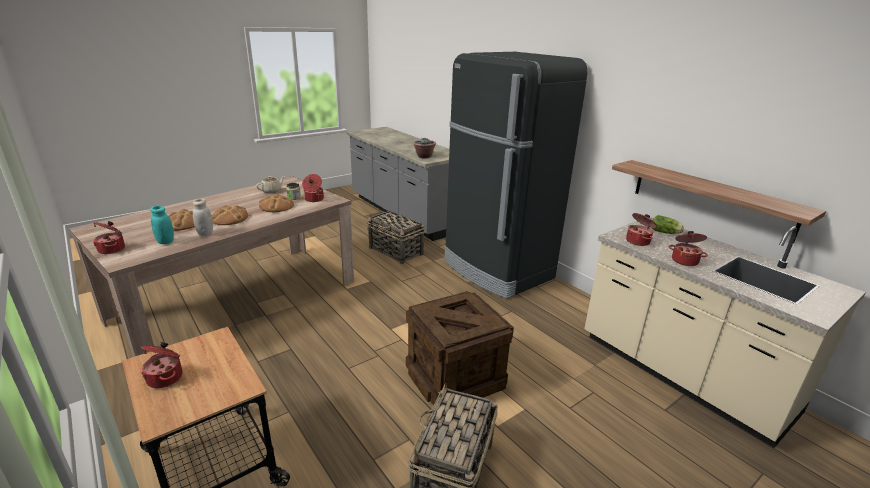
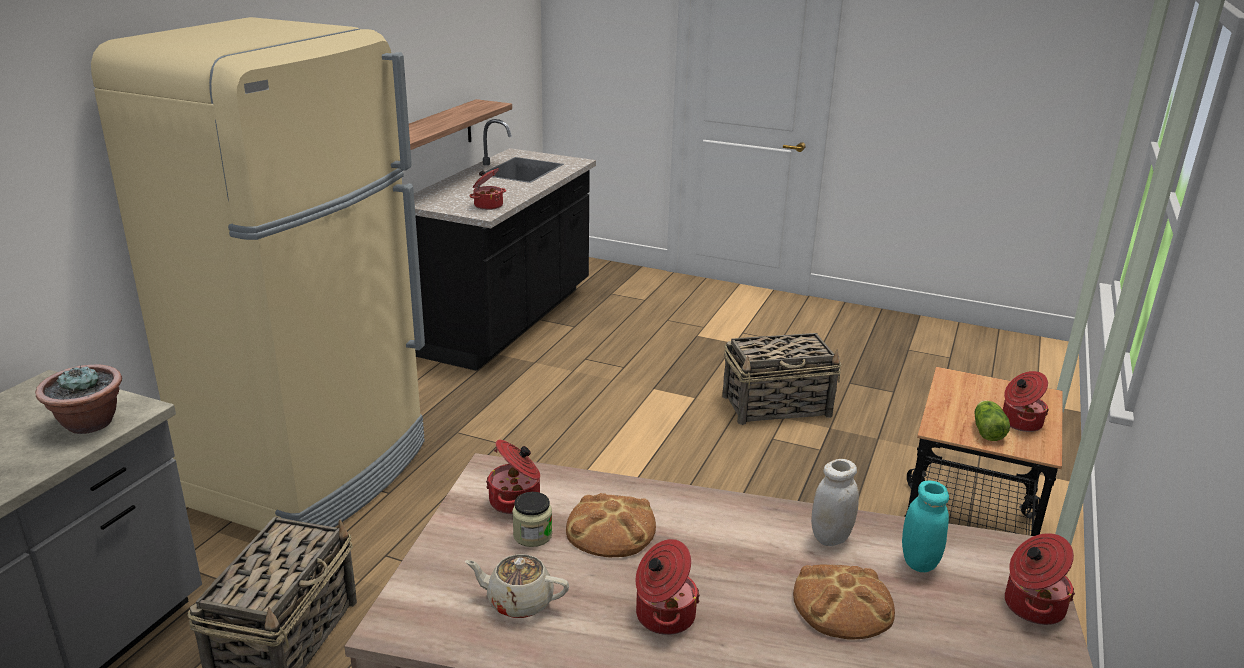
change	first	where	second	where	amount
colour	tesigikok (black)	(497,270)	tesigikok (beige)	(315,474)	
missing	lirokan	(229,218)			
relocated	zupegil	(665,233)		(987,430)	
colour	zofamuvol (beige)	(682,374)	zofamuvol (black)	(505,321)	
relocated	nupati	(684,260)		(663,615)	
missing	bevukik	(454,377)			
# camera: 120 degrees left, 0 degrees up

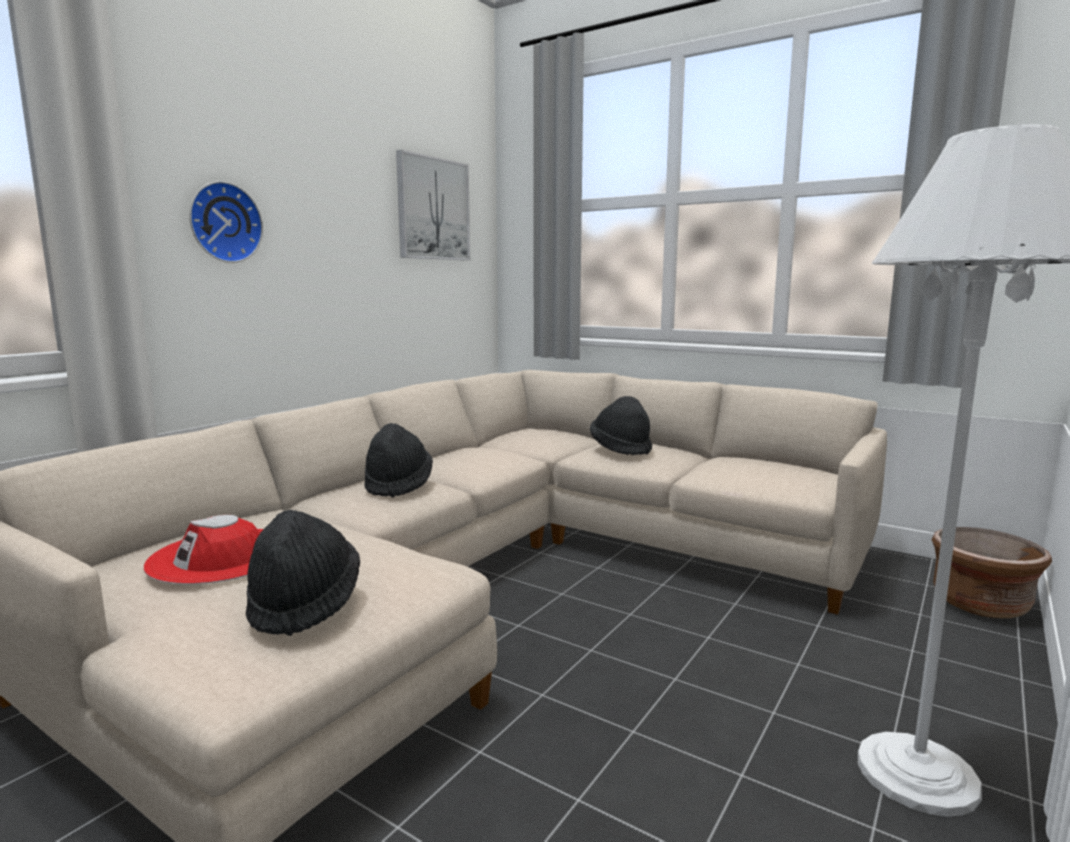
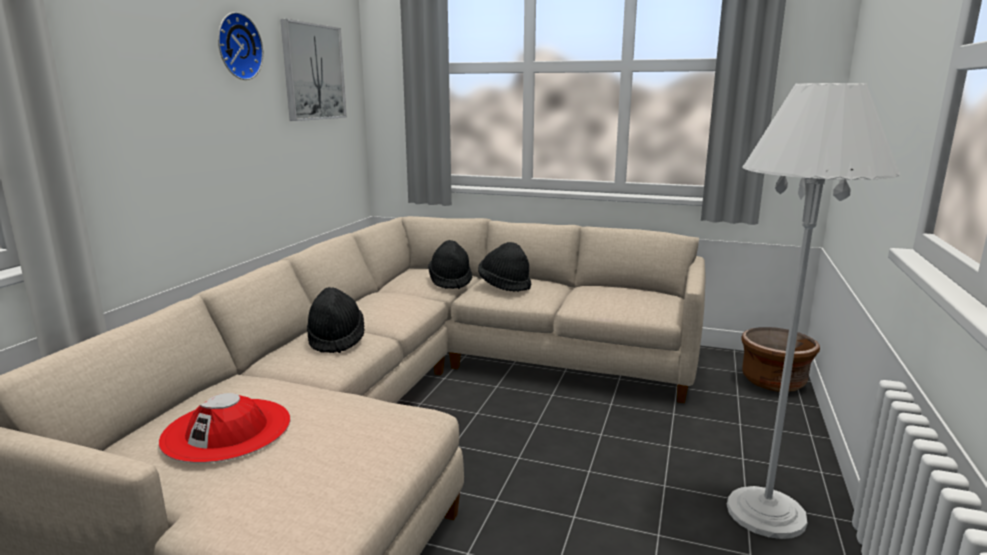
change	first	where	second	where	amount
relocated	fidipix	(223,223)		(237,46)	
relocated	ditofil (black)	(305,604)		(450,281)	
# camera: 15 degrees left, 5 degrees up

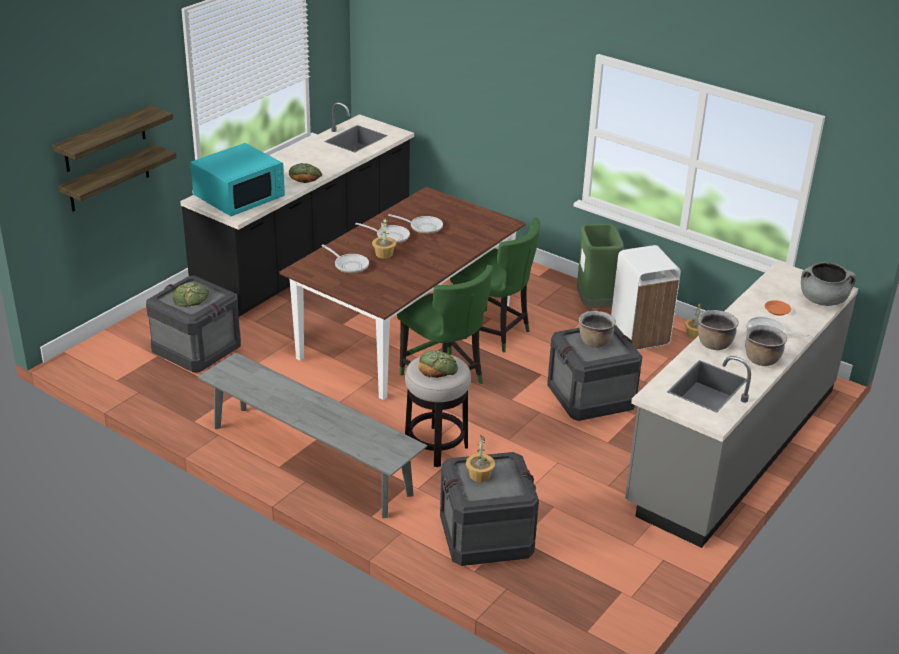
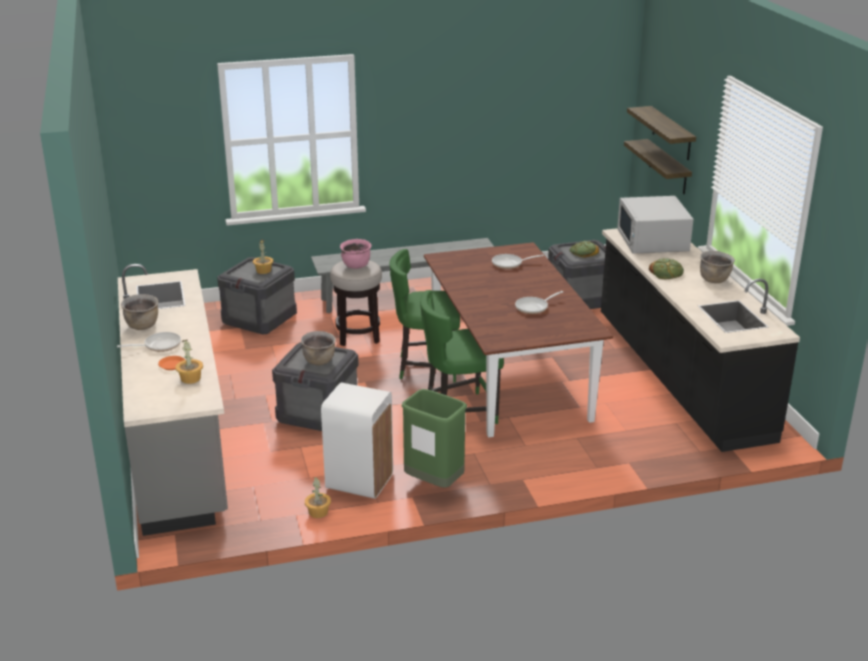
change	first	where	second	where	amount
colour	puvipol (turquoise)	(240,196)	puvipol (white)	(652,241)	
relocated	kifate	(384,254)		(190,379)	
missing	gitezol	(390,236)			
missing	nupati (grey)	(823,300)			
relocated	nupati (brown)	(714,344)		(714,280)	
exchanged	lirokan	(437,367)	nupati (pink)	(356,266)	
# camera: 130 degrees right, 5 degrees down

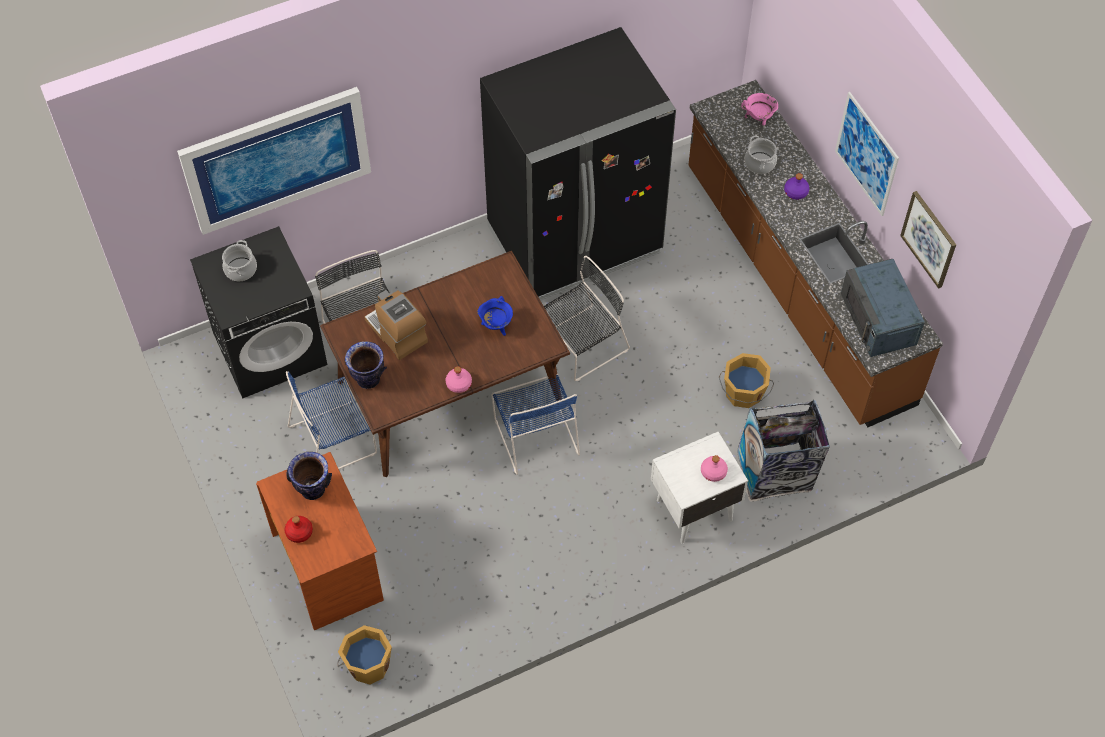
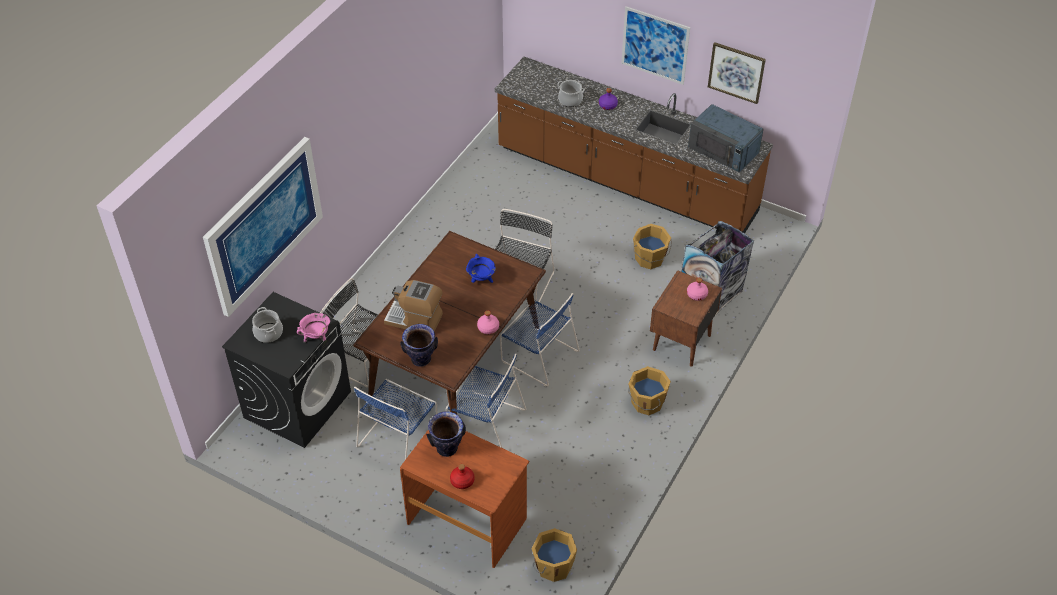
change	first	where	second	where	amount
missing	tesigikok (black)	(575,241)			
relocated	nupati (pink)	(758,119)		(316,337)	
colour	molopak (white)	(693,510)	molopak (brown)	(681,343)	
appeared			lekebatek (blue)	(485,421)	
appeared			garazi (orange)	(646,403)	
# camera: 35 degrees left, 10 degrees down

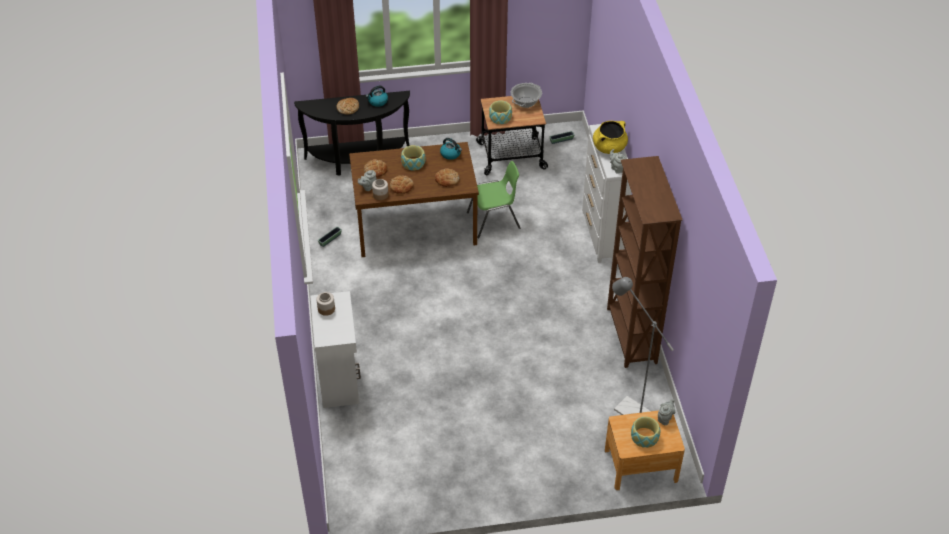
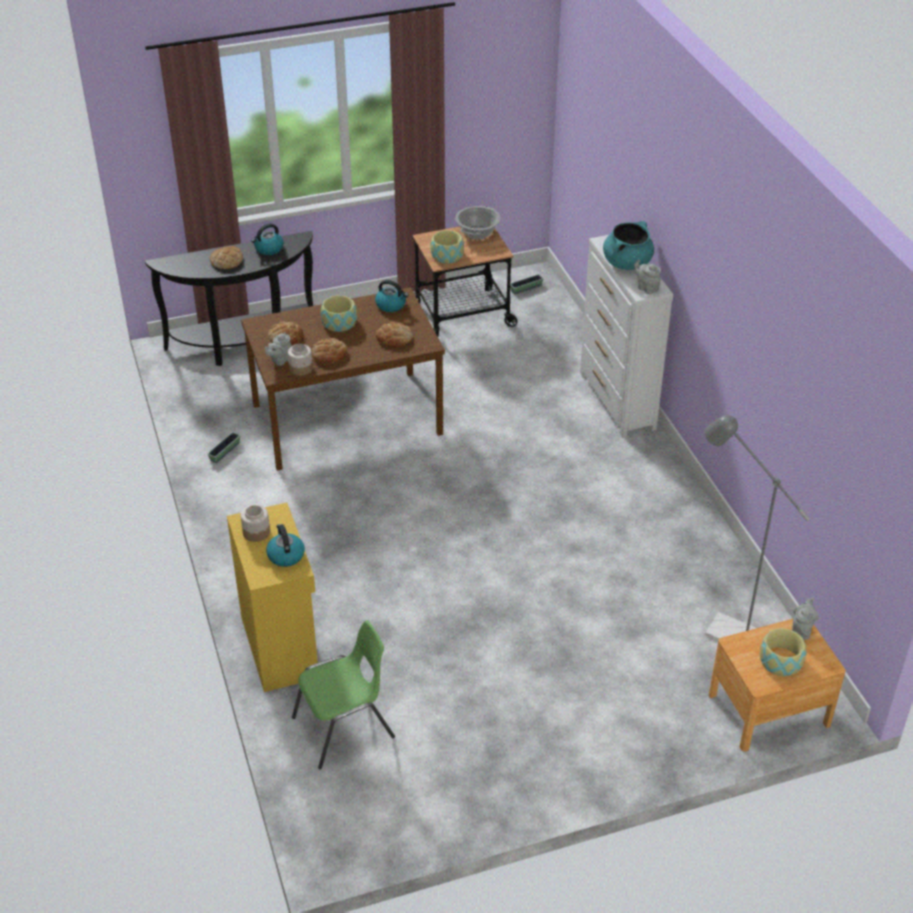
change	first	where	second	where	amount
colour	nupati (yellow)	(609,147)	nupati (turquoise)	(627,263)	
missing	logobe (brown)	(631,336)			
relocated	lekebatek (green)	(494,221)		(345,728)	
colour	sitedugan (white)	(340,379)	sitedugan (yellow)	(281,646)	
appeared			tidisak	(285,555)	
# camera: 10 degrees left, 5 degrees down

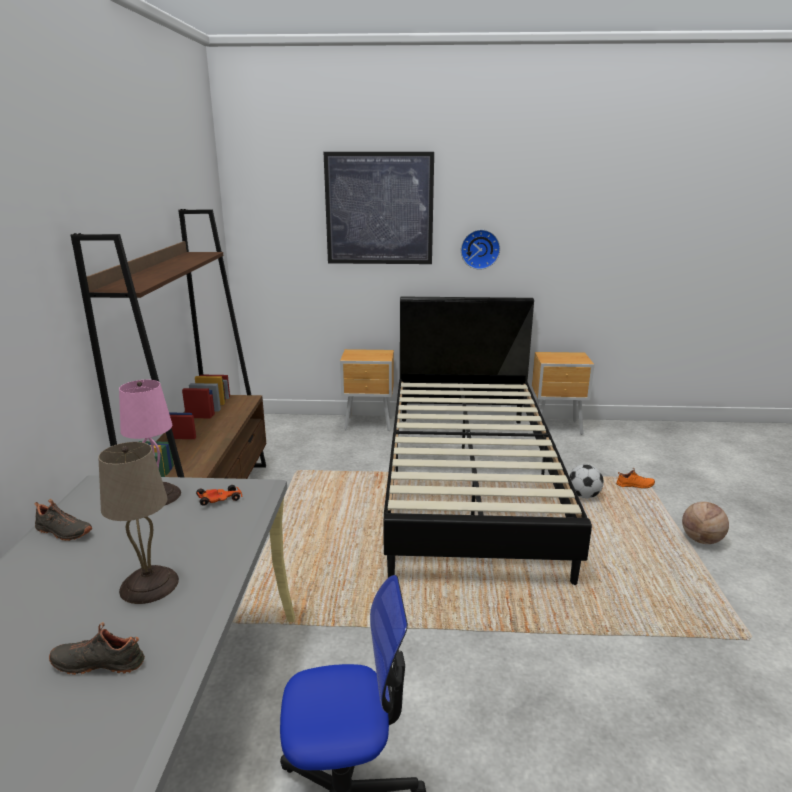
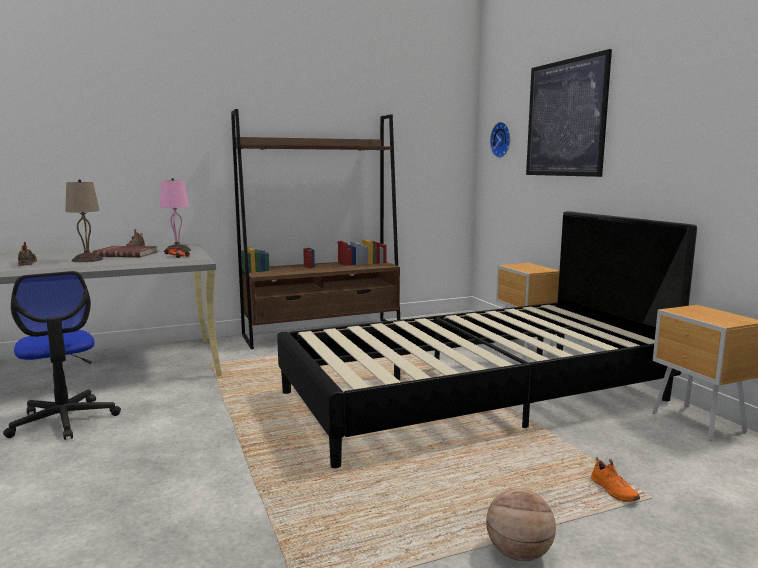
change	first	where	second	where	amount
relocated	fidipix	(480,249)		(502,140)	
missing	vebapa	(583,496)			
appeared			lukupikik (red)	(126,254)	
# camera: 65 degrees right, 10 degrees down

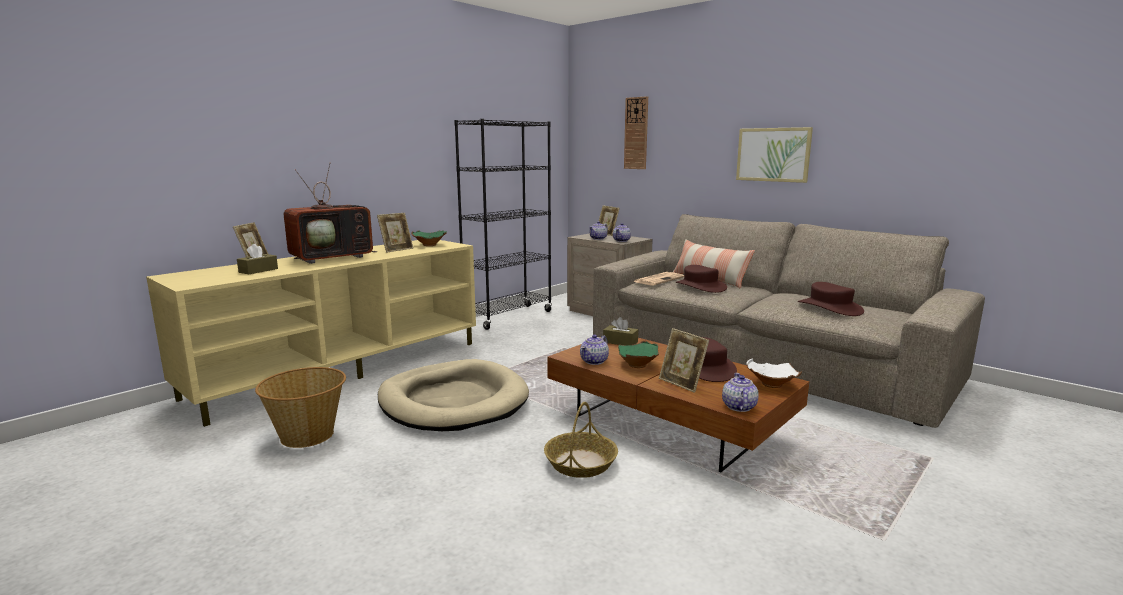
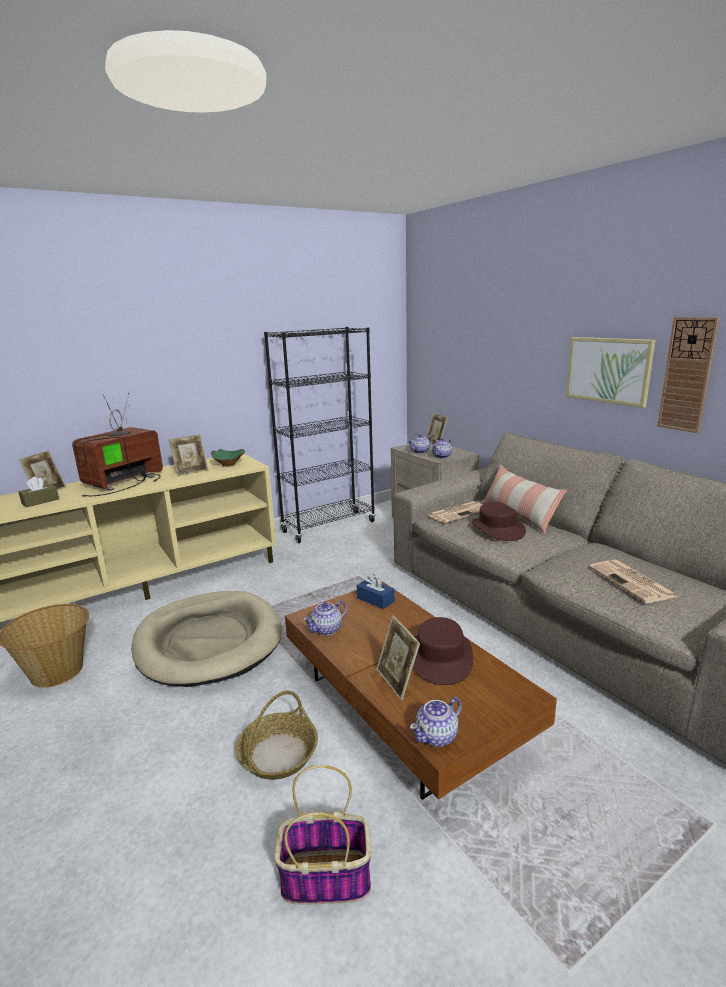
change	first	where	second	where	amount
relocated	fidipix	(636,133)		(687,375)	
spun	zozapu	(333,257)		(123,482)	150 degrees clockwise
exchanged	ditofil (brown)	(830,308)	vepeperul	(633,582)	
colour	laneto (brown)	(620,342)	laneto (blue)	(375,600)	
missing	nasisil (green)	(639,365)			
missing	nasisil (white)	(771,385)			
spun	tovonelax	(738,407)		(437,736)	150 degrees counterclockwise
appeared			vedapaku	(327,877)	
# camera: 15 degrees right, 5 degrees up

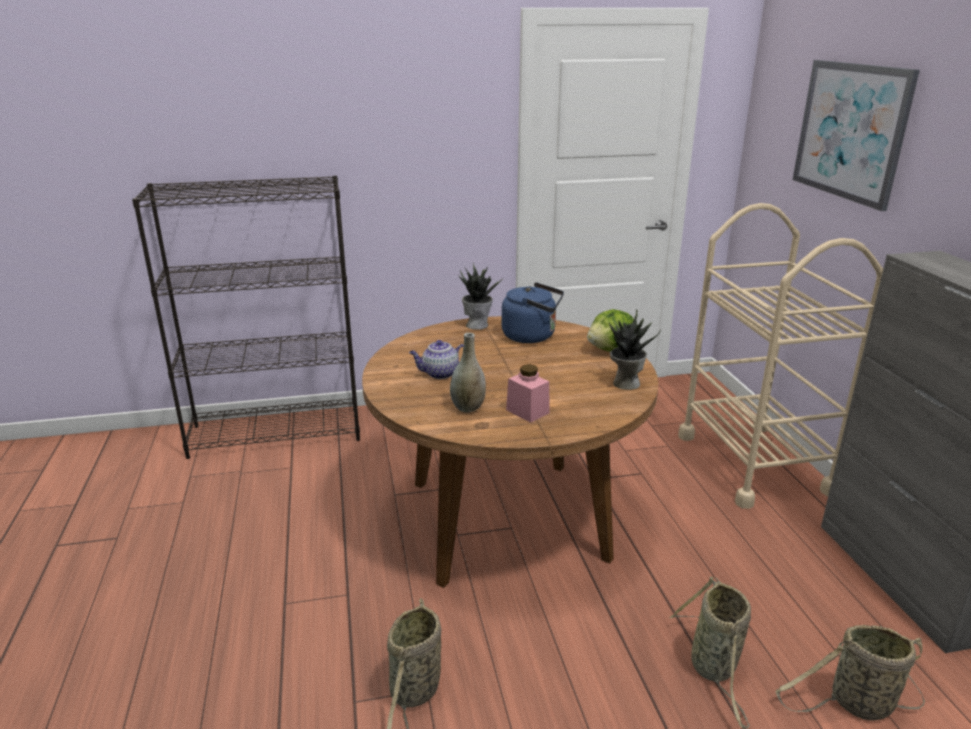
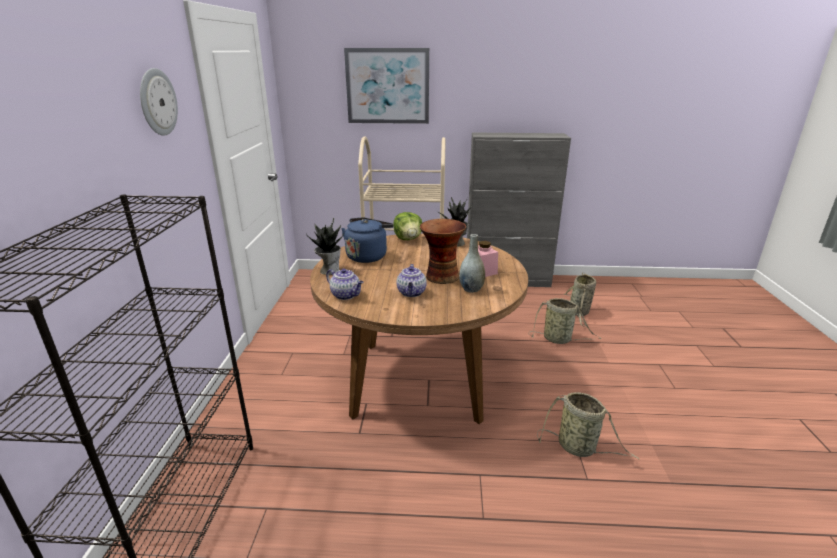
change	first	where	second	where	amount
appeared			fidipix	(157,102)	
appeared			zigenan	(441,276)	
appeared			tovonelax	(346,295)	
# camera: 75 degrees left, 0 degrees up

